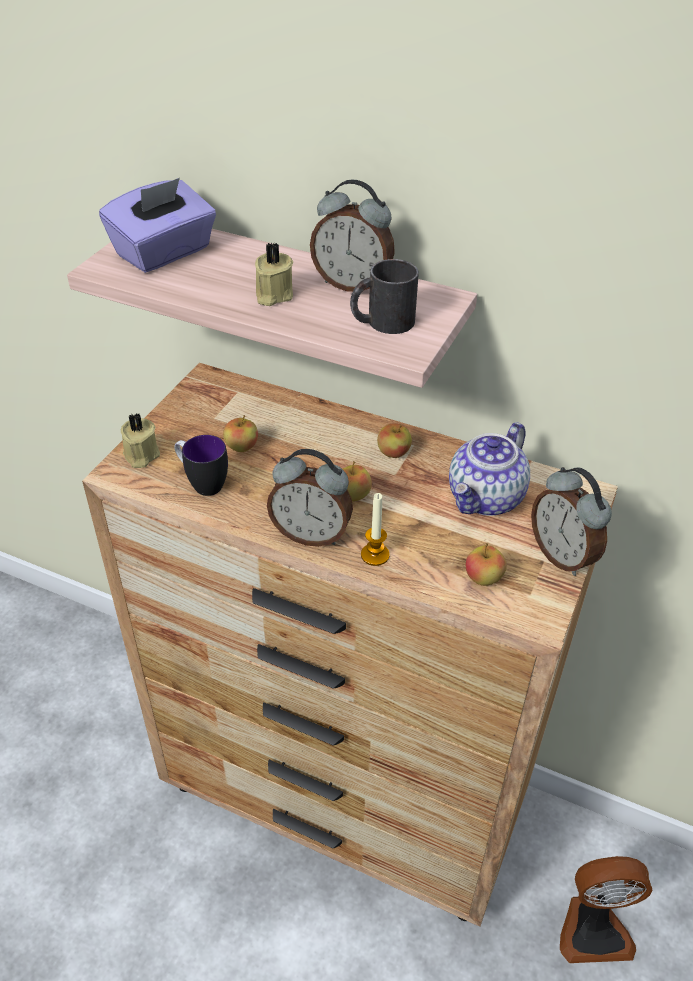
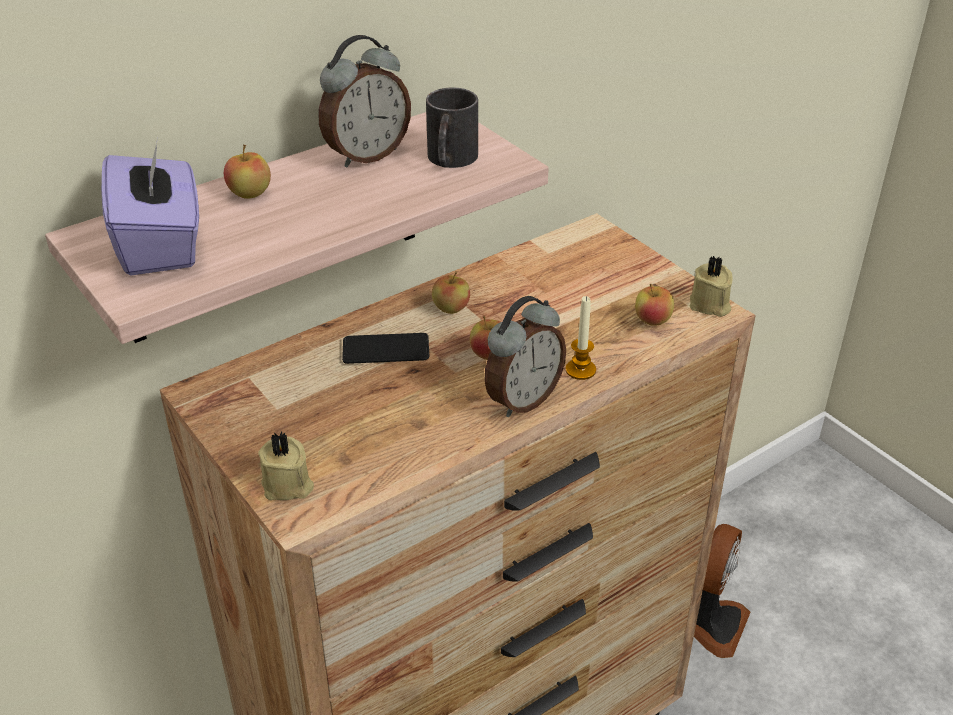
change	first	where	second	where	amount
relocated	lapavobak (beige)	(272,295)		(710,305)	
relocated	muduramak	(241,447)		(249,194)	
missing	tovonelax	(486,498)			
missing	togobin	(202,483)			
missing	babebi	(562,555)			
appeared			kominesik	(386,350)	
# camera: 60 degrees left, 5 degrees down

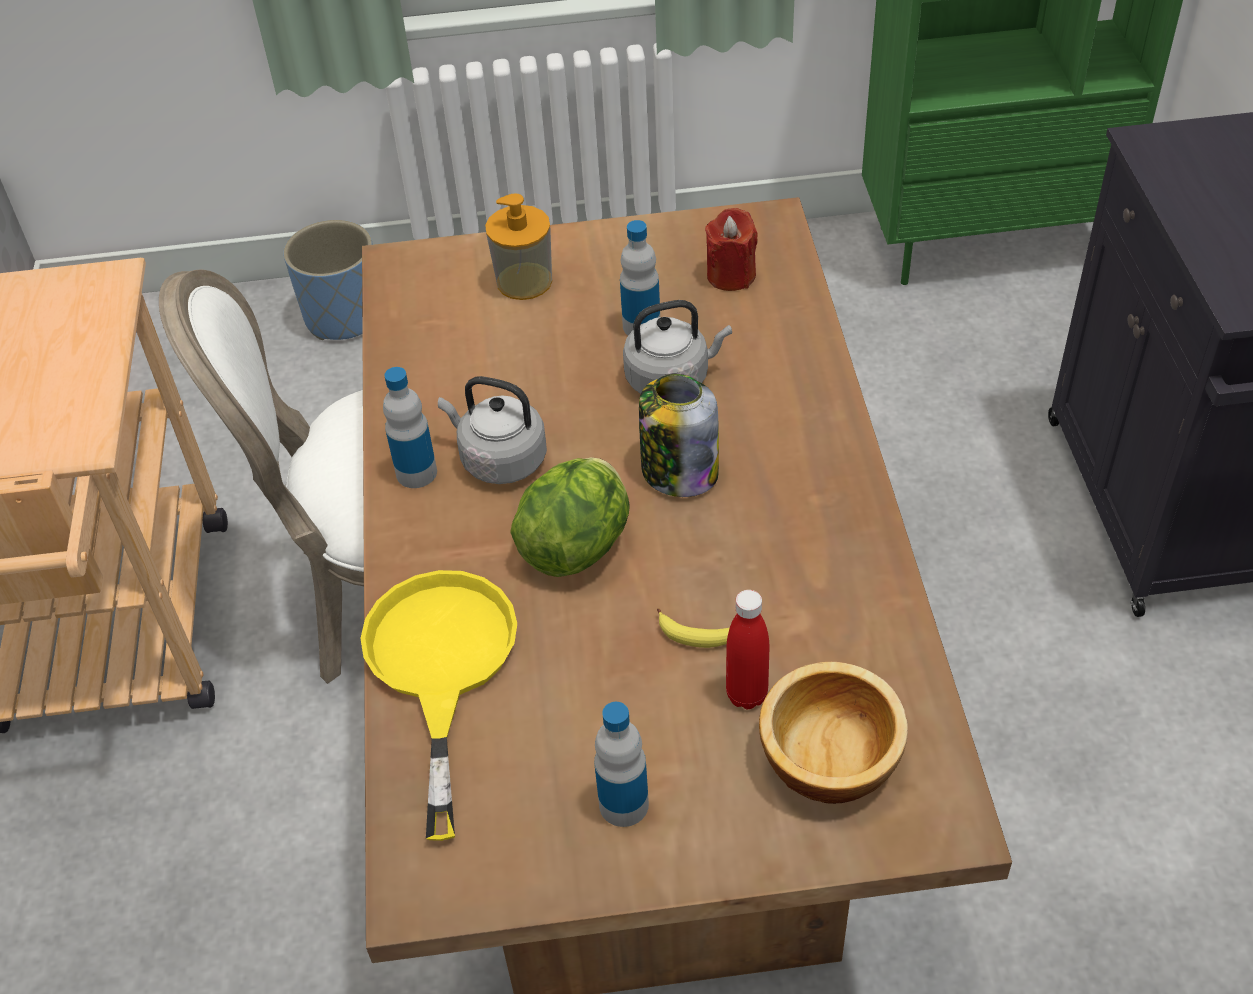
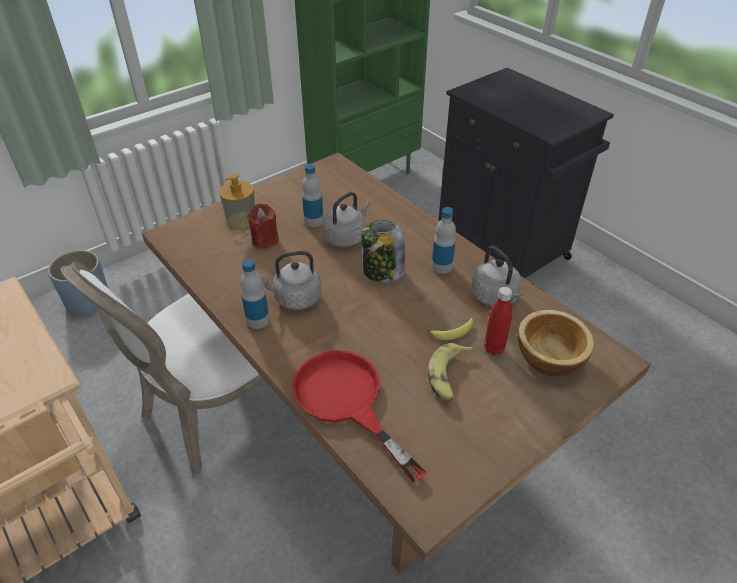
change	first	where	second	where	amount
relocated	lapavobak (red)	(731,275)		(265,240)	
missing	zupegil	(577,545)			
colour	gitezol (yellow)	(440,667)	gitezol (red)	(346,401)	
relocated	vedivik	(623,804)		(441,266)	
appeared			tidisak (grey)	(496,297)	
appeared			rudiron	(449,377)	
# camera: 35 degrees left, 5 degrees down

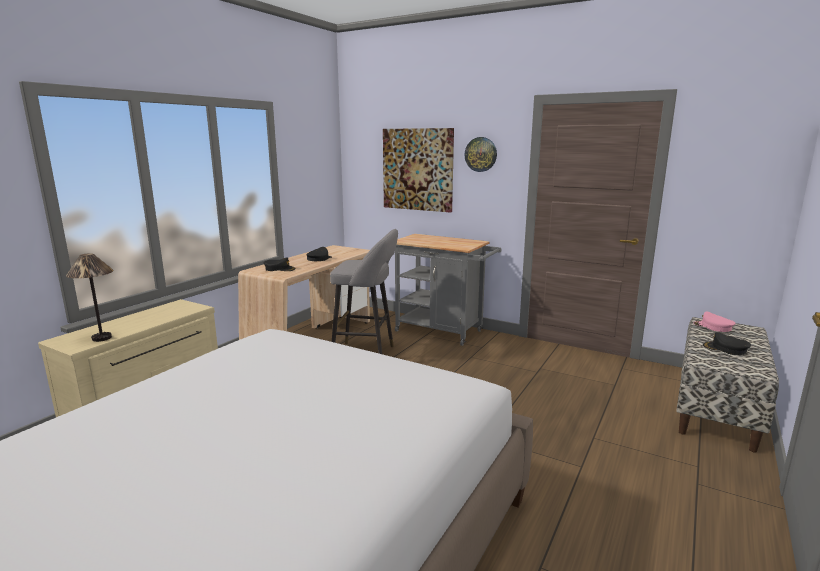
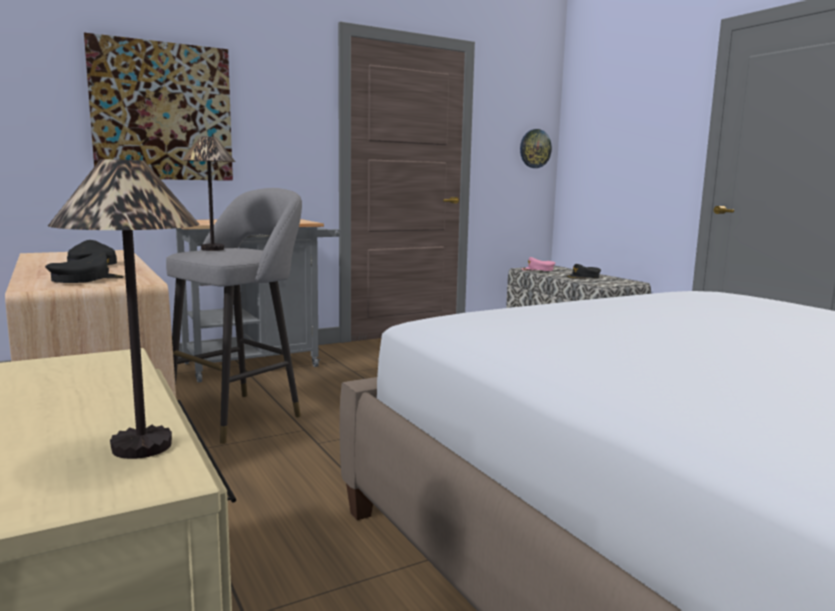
change	first	where	second	where	amount
relocated	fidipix	(481,154)		(535,148)	
appeared			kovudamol	(212,249)	
# camera: 60 degrees left, 5 degrees down

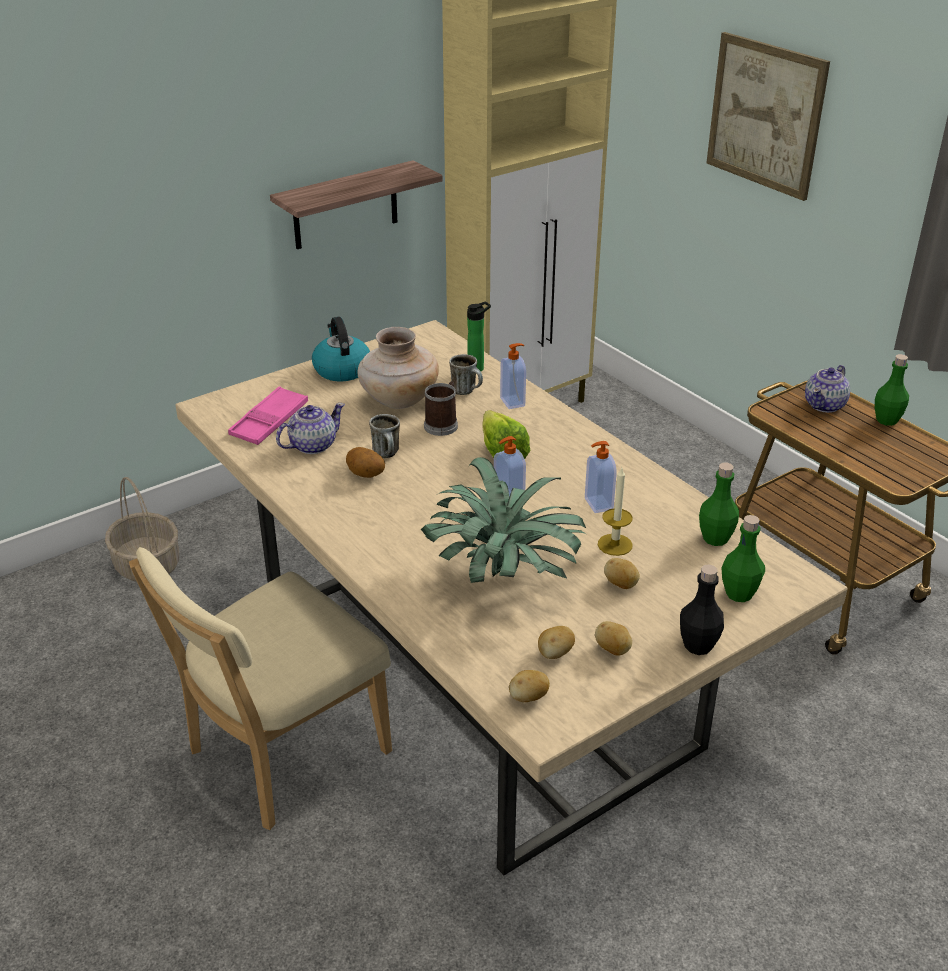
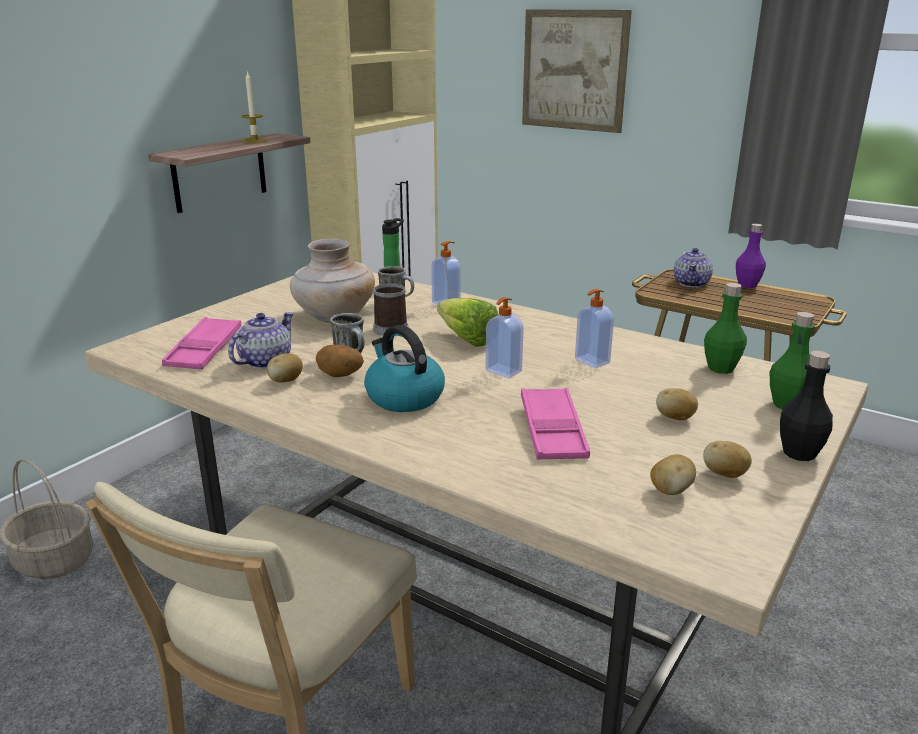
change	first	where	second	where	amount
relocated	tidisak	(341,369)		(403,397)	
colour	vedivik (green)	(886,420)	vedivik (purple)	(747,285)	
exchanged	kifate	(504,574)	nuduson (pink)	(552,431)	
relocated	lapavobak	(615,544)		(254,141)	
relocated	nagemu	(528,698)		(286,381)	
# camera: 20 degrees left, 10 degrees down

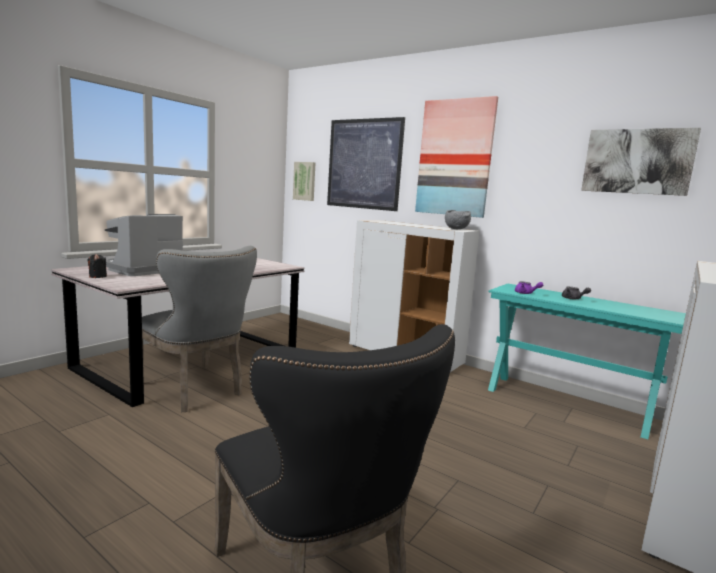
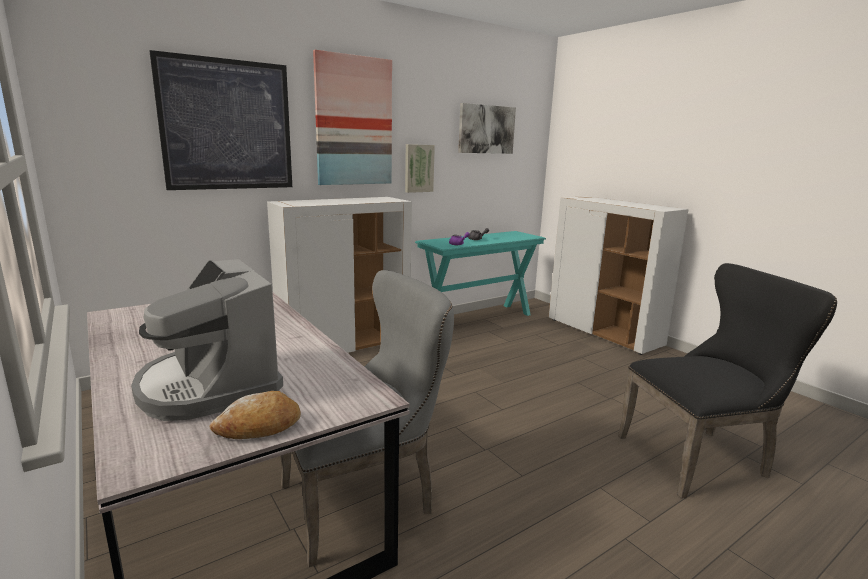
change	first	where	second	where	amount
relocated	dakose	(305,181)		(418,168)	
missing	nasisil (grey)	(457,229)			
exchanged	lapavobak (black)	(98,276)	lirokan	(259,427)	
# camera: 70 degrees left, 5 degrees up

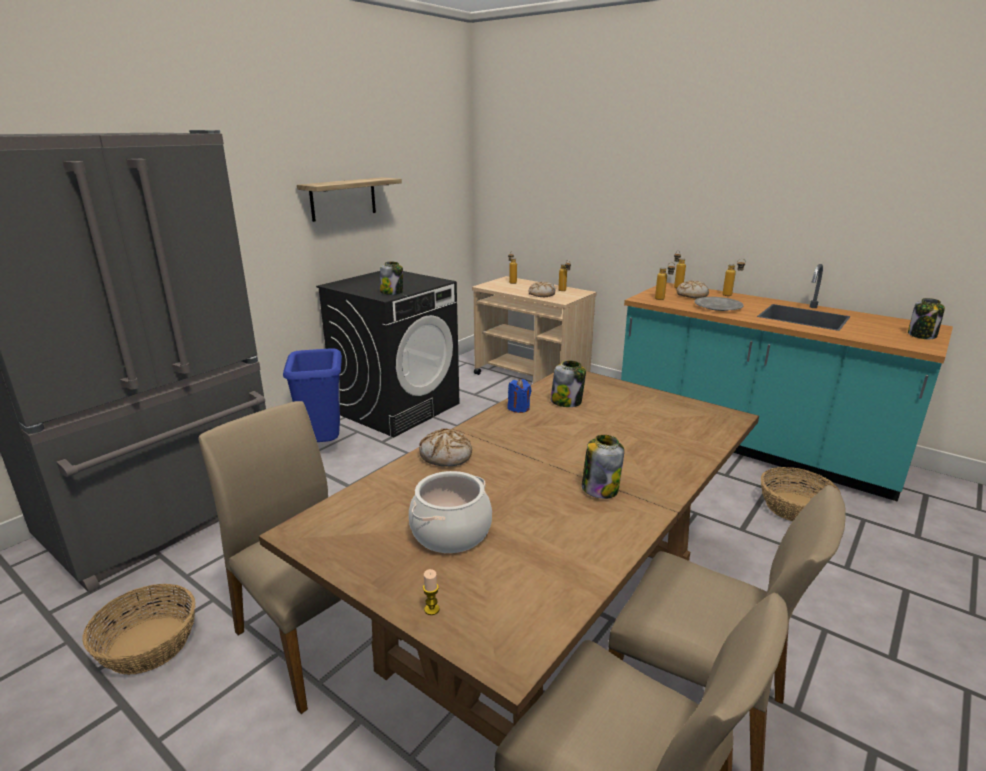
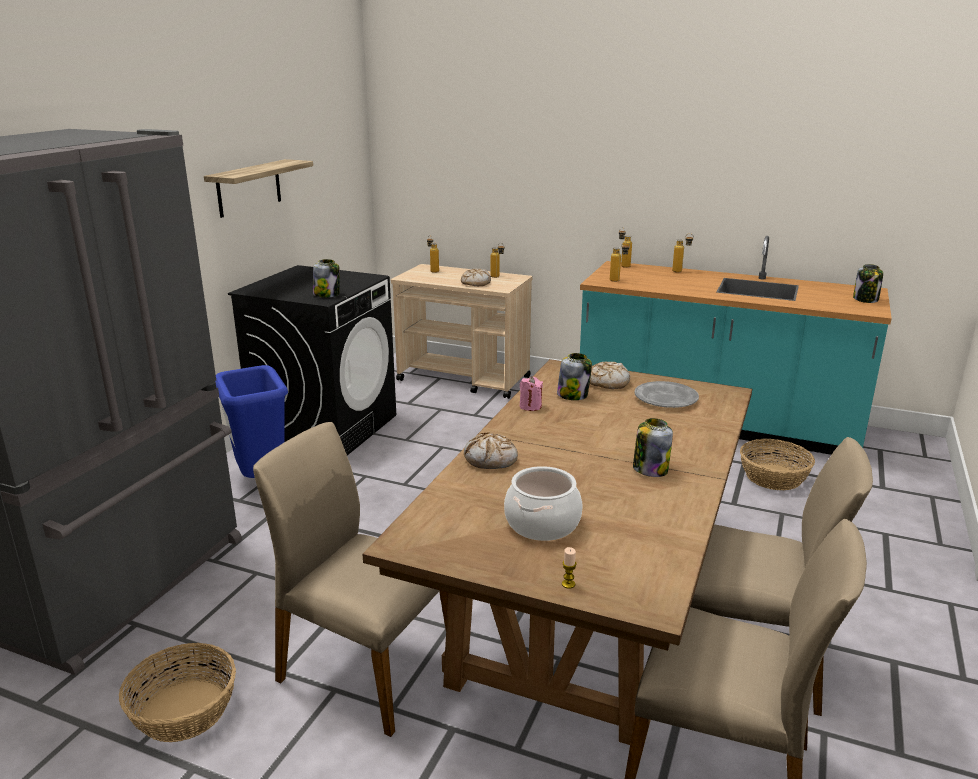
change	first	where	second	where	amount
relocated	lirokan	(691,295)		(607,382)	
relocated	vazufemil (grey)	(718,307)		(666,398)	
colour	lapavobak (blue)	(518,408)	lapavobak (pink)	(530,406)	
# camera: 15 degrees left, 0 degrees up

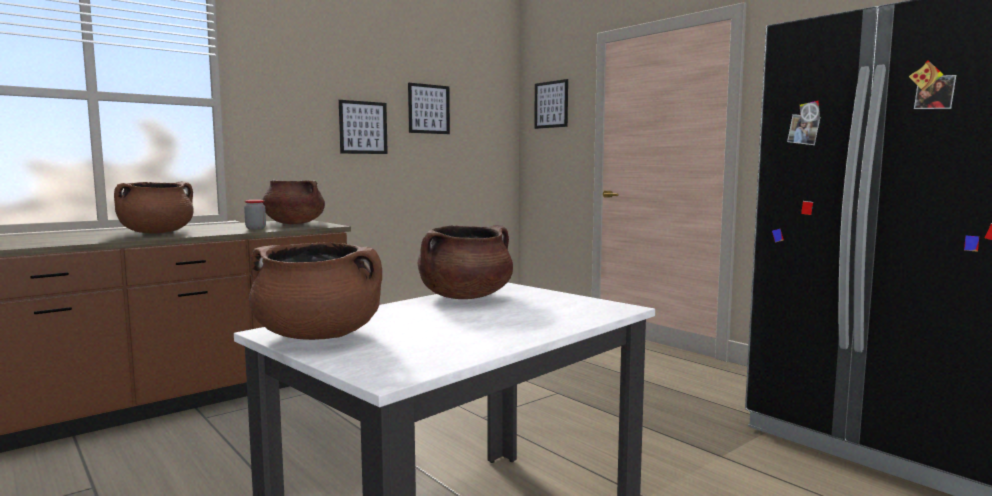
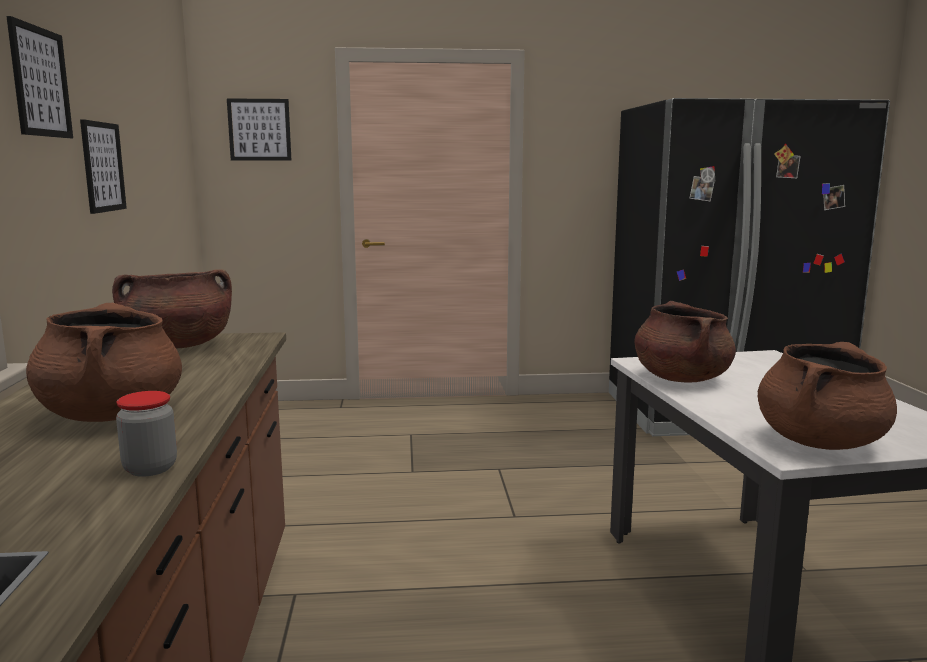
change	first	where	second	where	amount
relocated	dakose	(428,109)		(40,82)	
relocated	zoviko	(255,228)		(150,468)	
# camera: 55 degrees left, 5 degrees up

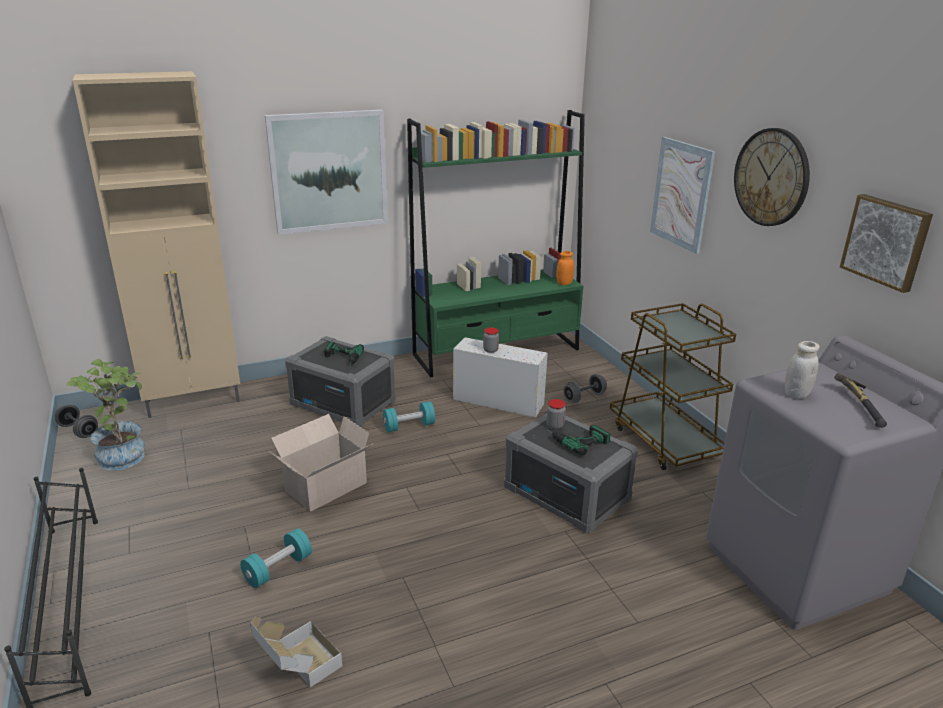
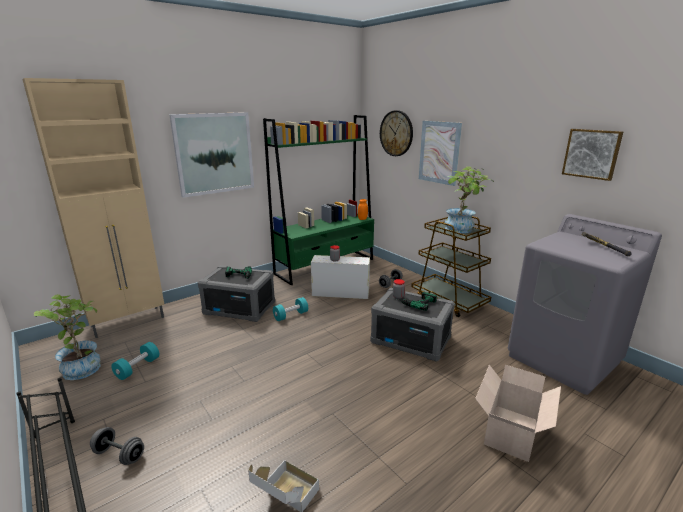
change	first	where	second	where	amount
relocated	fidipix	(771,177)		(396,133)	
missing	zoviko (white)	(796,394)			
relocated	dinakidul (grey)	(79,431)		(119,455)	
relocated	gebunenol	(323,487)		(510,433)	
relocated	dinakidul (turquoise)	(278,569)		(138,368)	
appeared			kifate	(462,230)	
# camera: 15 degrees left, 5 degrees down

